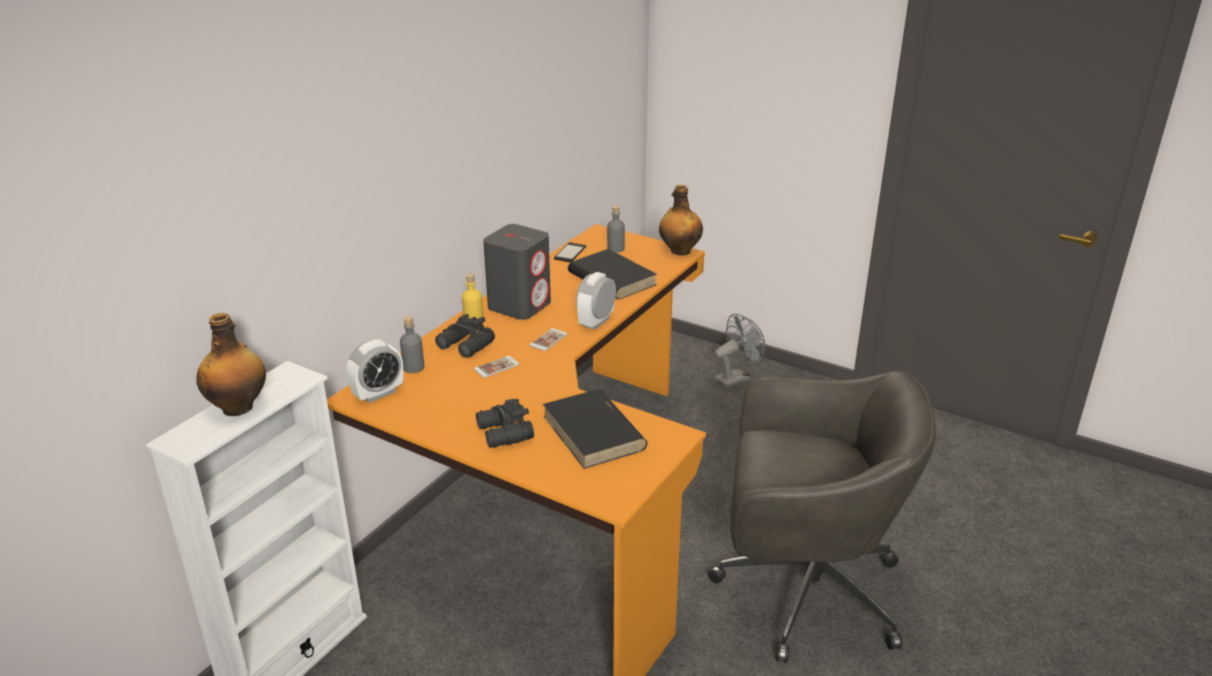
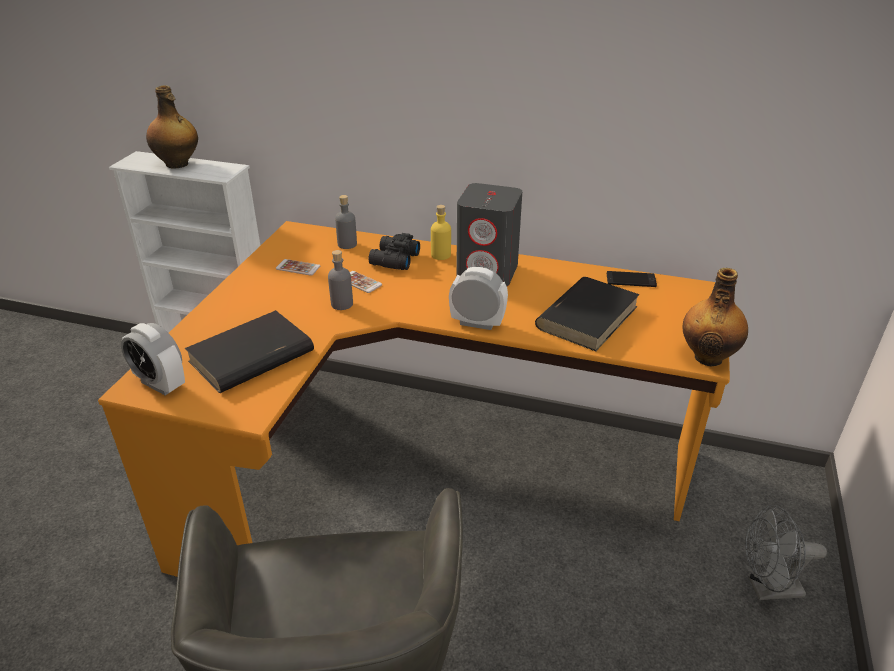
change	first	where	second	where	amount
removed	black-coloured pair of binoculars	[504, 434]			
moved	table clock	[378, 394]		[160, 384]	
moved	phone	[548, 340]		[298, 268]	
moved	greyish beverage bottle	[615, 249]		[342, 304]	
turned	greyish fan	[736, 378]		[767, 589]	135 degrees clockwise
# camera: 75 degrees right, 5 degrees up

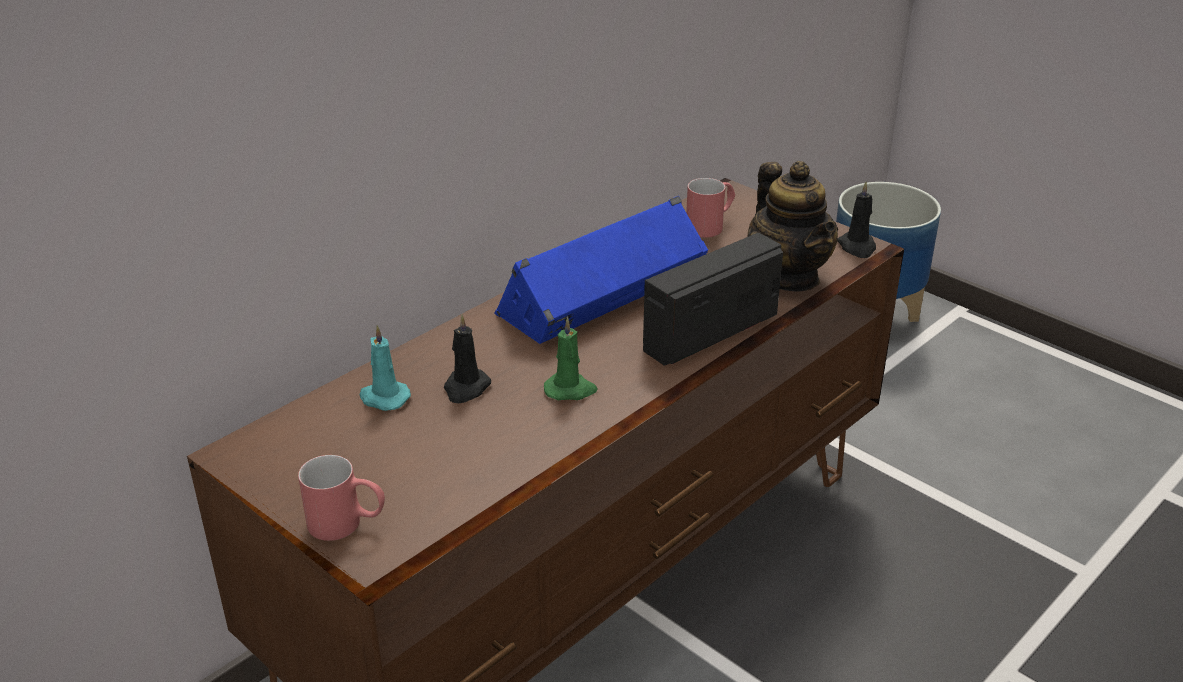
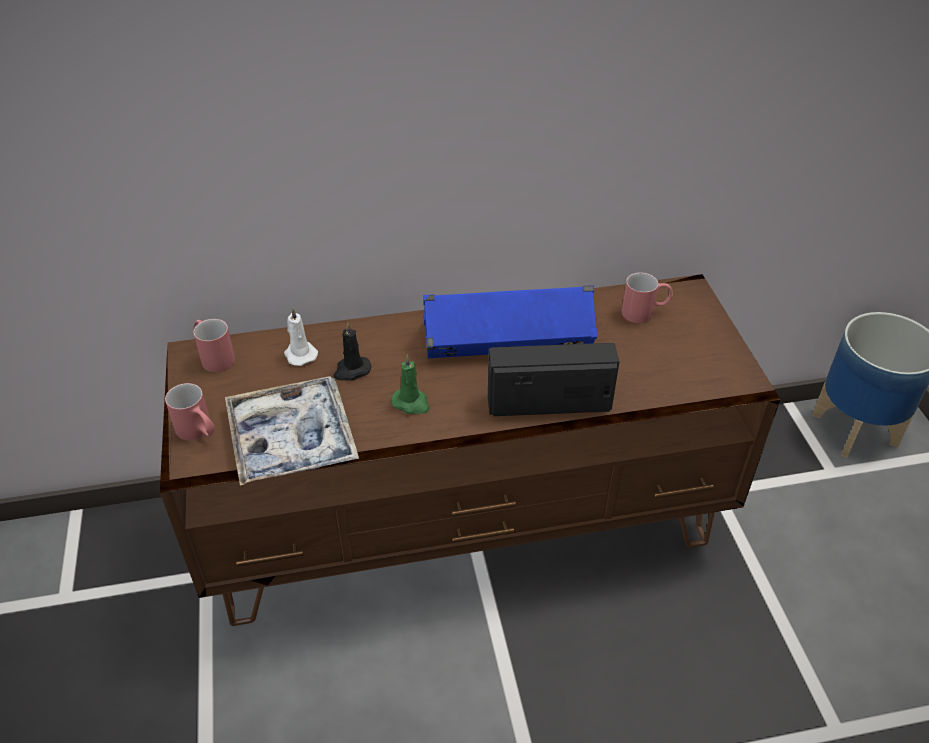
change	first	where	second	where	amount
removed	pot for tea	[788, 276]			
removed	black-coloured wax candle	[857, 247]			
added			reddish tea mug	[214, 356]	
added			carrying tray	[292, 439]	
recoloured	turquoise-coloured wax candle	[383, 398]	white-coloured wax candle	[300, 354]	
# camera: 35 degrees right, 10 degrees up

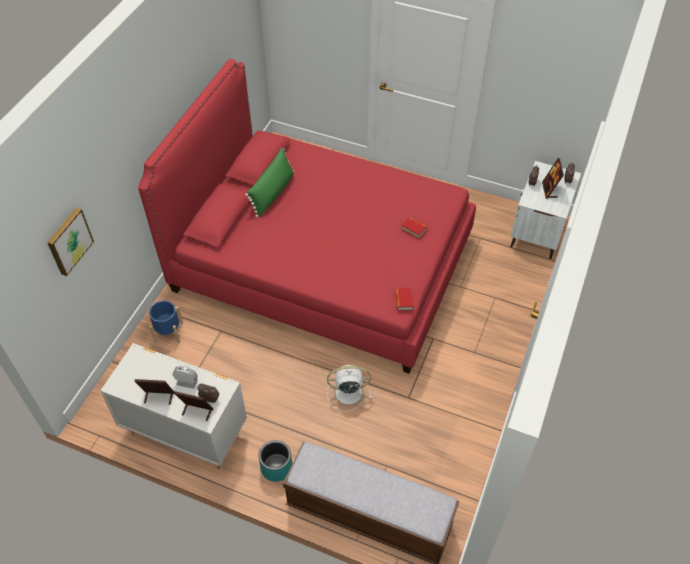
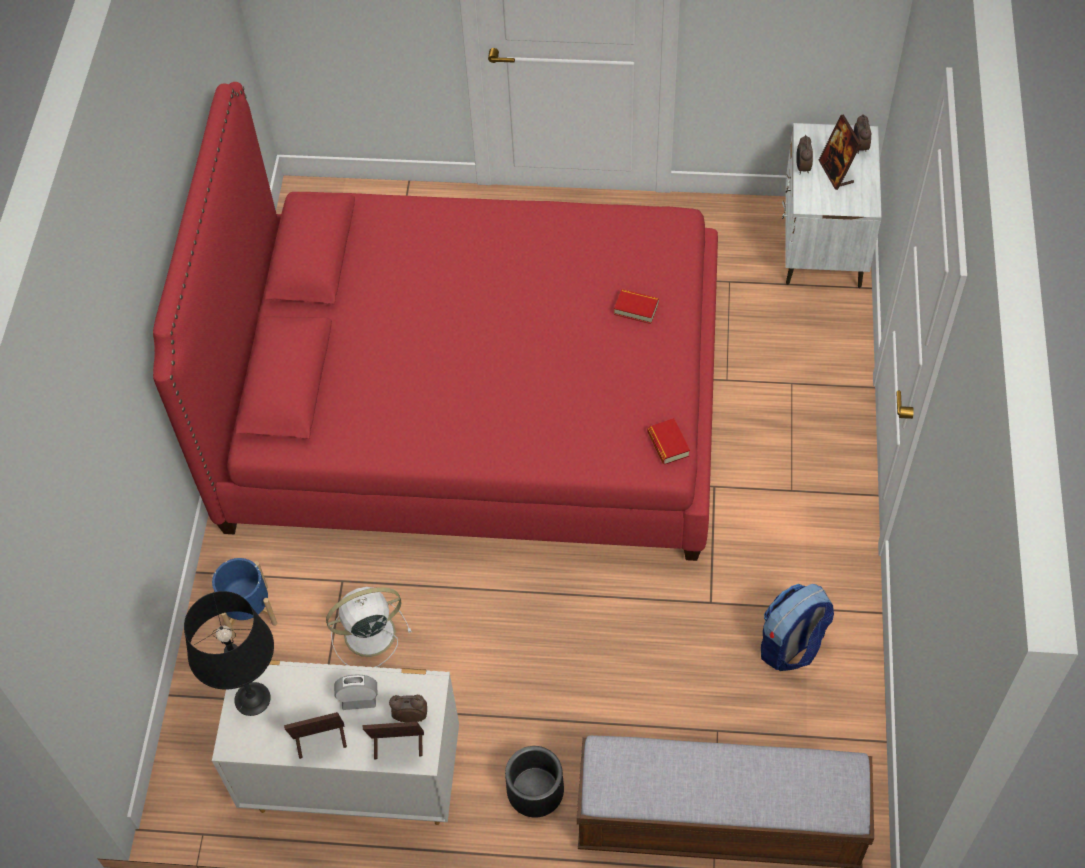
change	first	where	second	where	amount
removed	wall art	[68, 241]			
removed	green-coloured throw pillow	[273, 193]			
added			black-coloured table lamp	[252, 699]	
added			knapsack	[791, 646]	
moved	white-coloured fan	[347, 392]		[367, 634]	
recoloured	turquoise-coloured flower pot	[276, 467]	black-coloured flower pot	[535, 791]	
# camera: 15 degrees left, 5 degrees up

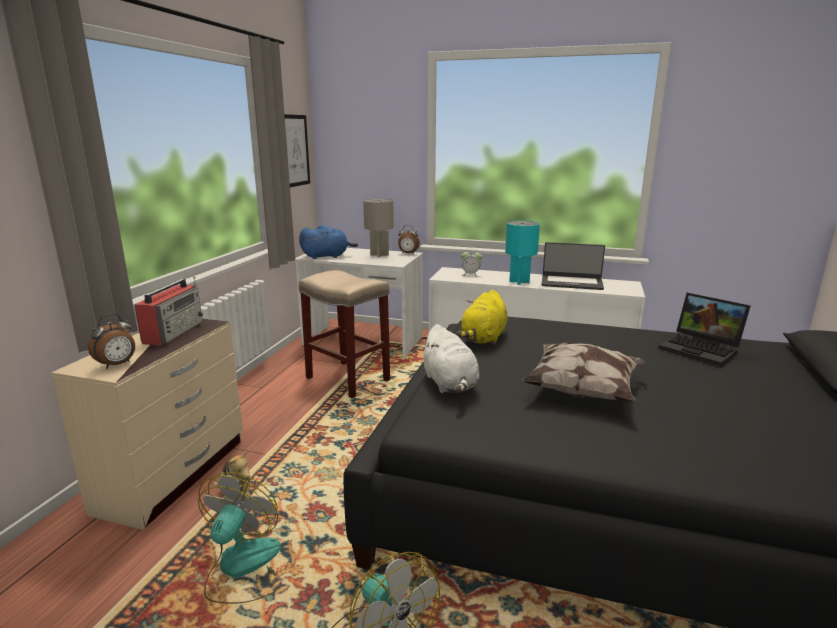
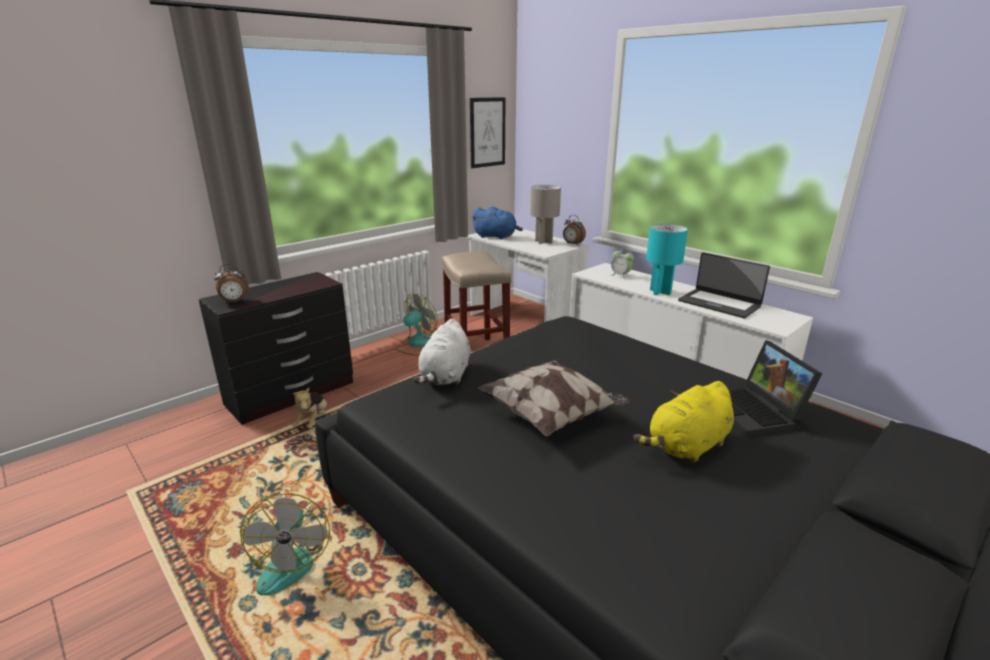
change	first	where	second	where	amount
removed	radio set	[174, 332]			
moved	fan	[242, 569]		[417, 344]	
moved	yellow cuddly toy	[483, 338]		[686, 447]	
recoloured	sand-coloured dresser	[175, 474]	black-coloured dresser	[292, 393]	
# camera: 30 degrees right, 5 degrees up

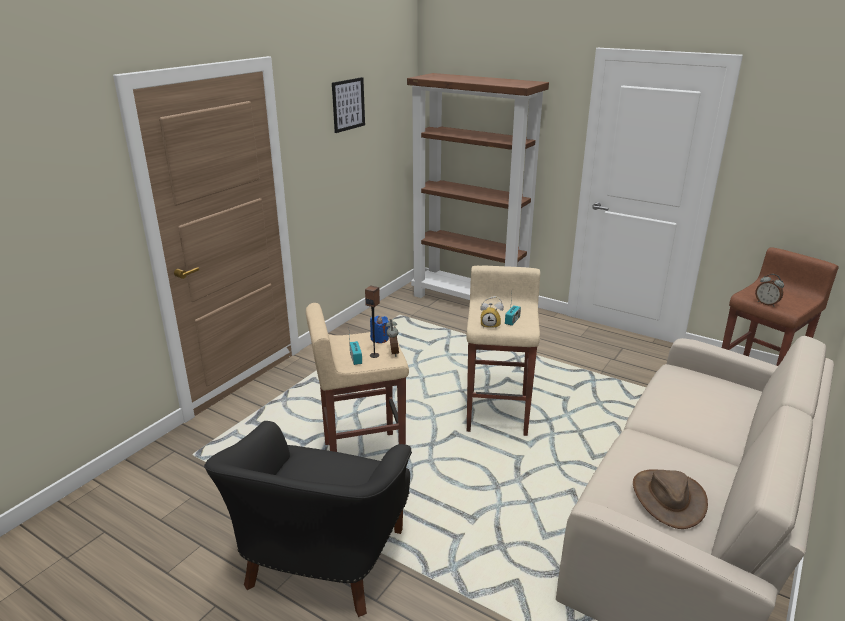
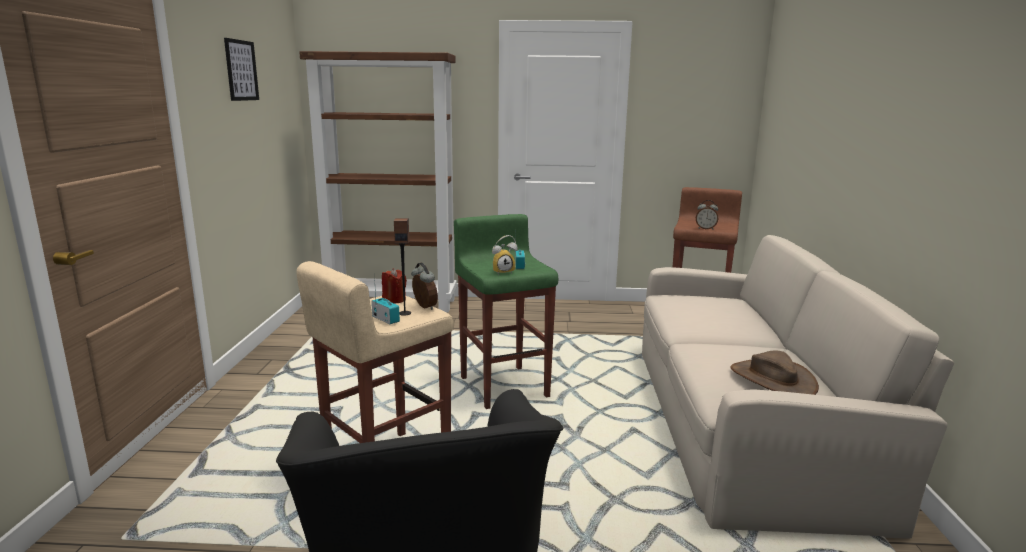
change	first	where	second	where	amount
recoloured	blue-coloured wax candle	[379, 339]	reddish wax candle	[394, 300]	
recoloured	sand-coloured sitting stool	[498, 414]	green-coloured sitting stool	[504, 386]	
# camera: 30 degrees left, 10 degrees down

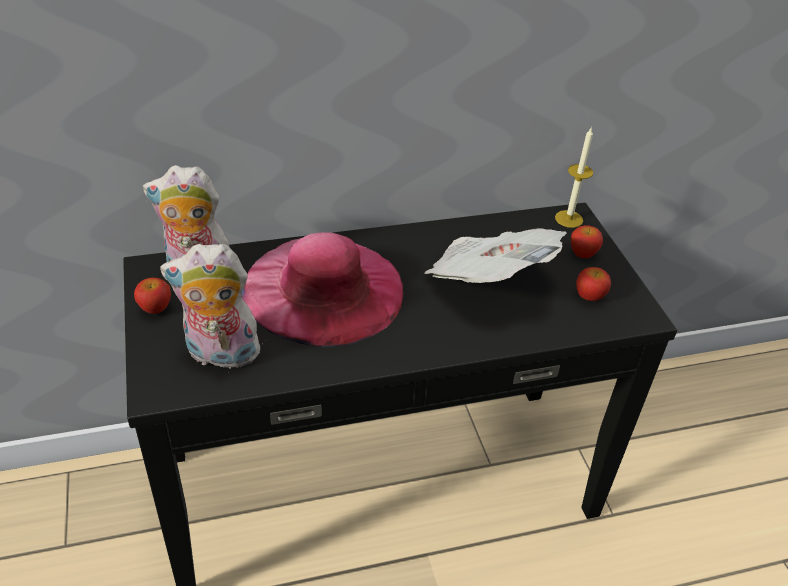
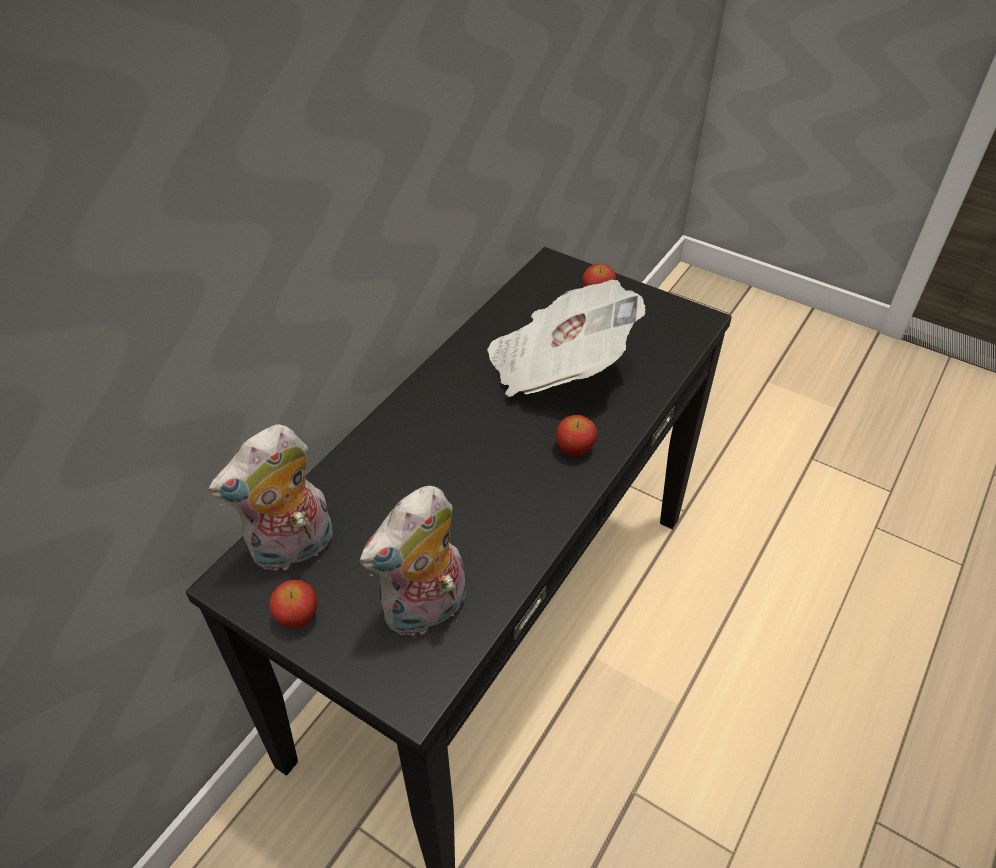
change	first	where	second	where	amount
removed	pink-coloured hat	[323, 289]			
removed	wax candle	[569, 219]			
moved	apple fruit	[590, 296]		[575, 448]	
# camera: 40 degrees left, 5 degrees up

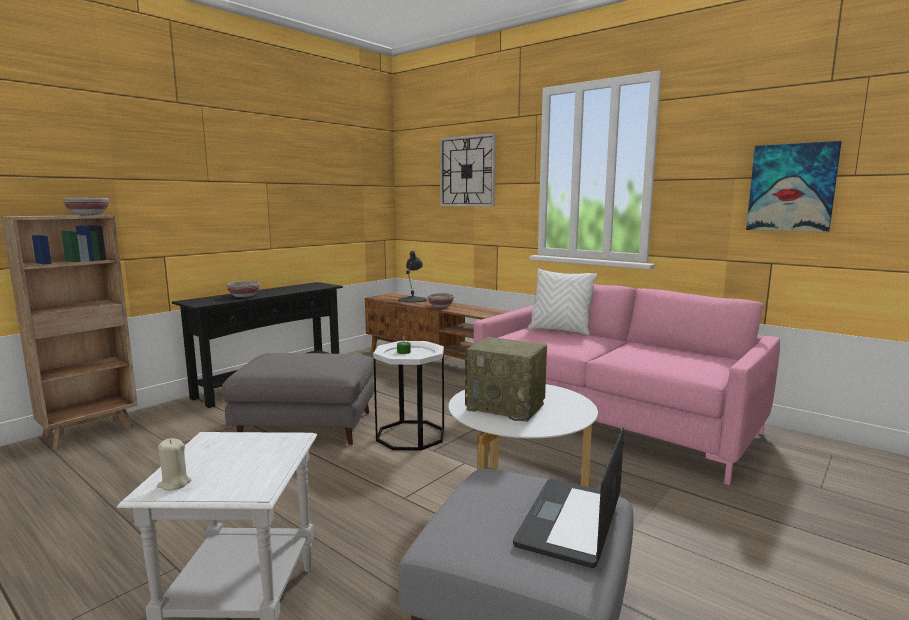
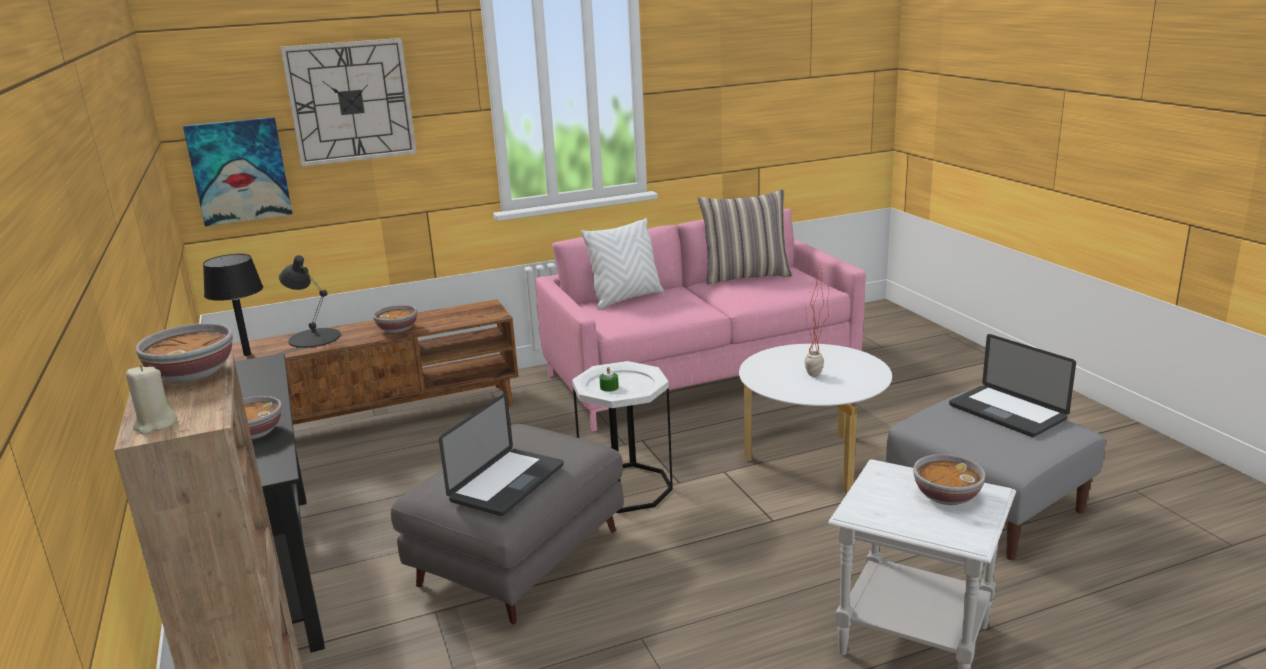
change	first	where	second	where	amount
added			black-coloured table lamp	[247, 354]	
added			laptop	[507, 483]	
added			throw pillow	[745, 276]	
added			serving bowl	[946, 496]	
moved	sand-coloured wax candle	[174, 484]		[155, 425]	
moved	wall art	[791, 188]		[239, 171]	
replaced	radio set	[507, 407]	houseplant	[814, 378]	
# camera: 60 degrees left, 10 degrees up

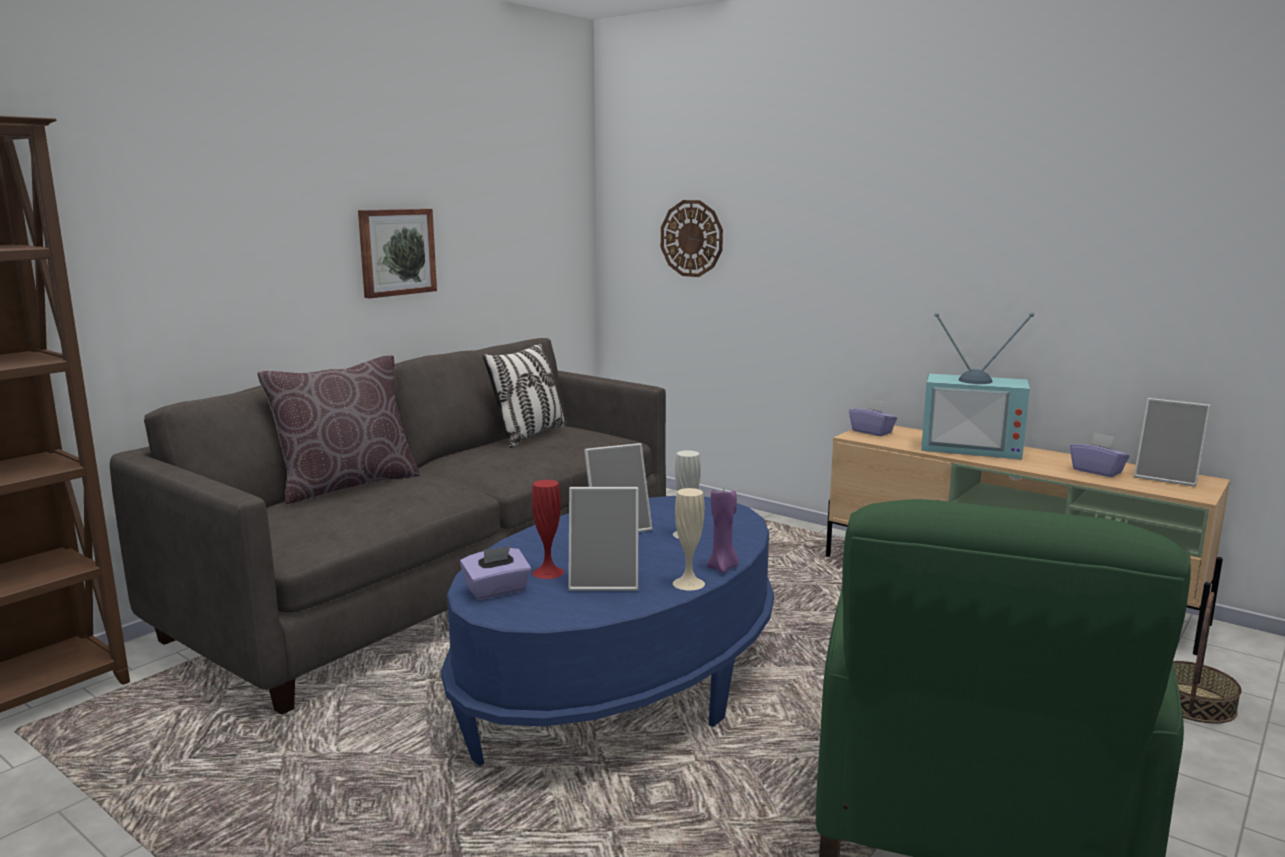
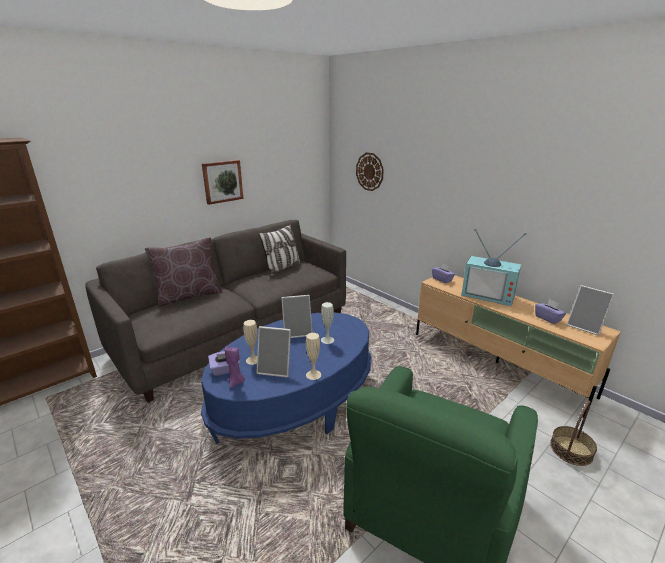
change	first	where	second	where	amount
moved	purple-coloured wax candle	[723, 568]		[236, 382]	
recoloured	reddish vase	[548, 572]	sand-coloured vase	[253, 360]	
# camera: 10 degrees right, 10 degrees up

